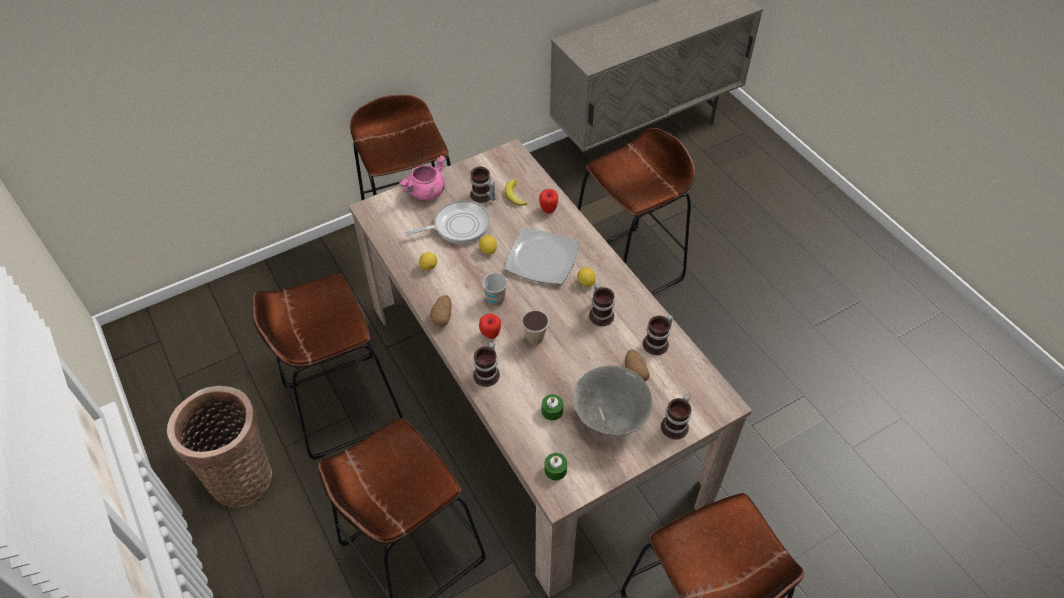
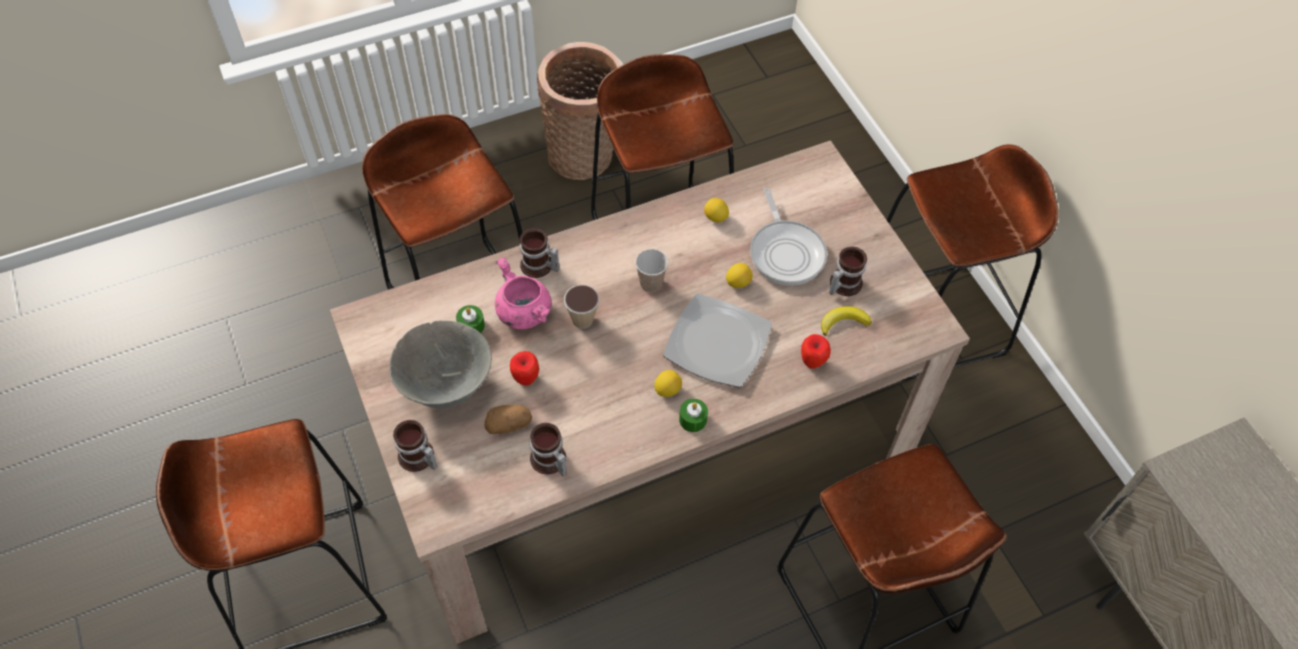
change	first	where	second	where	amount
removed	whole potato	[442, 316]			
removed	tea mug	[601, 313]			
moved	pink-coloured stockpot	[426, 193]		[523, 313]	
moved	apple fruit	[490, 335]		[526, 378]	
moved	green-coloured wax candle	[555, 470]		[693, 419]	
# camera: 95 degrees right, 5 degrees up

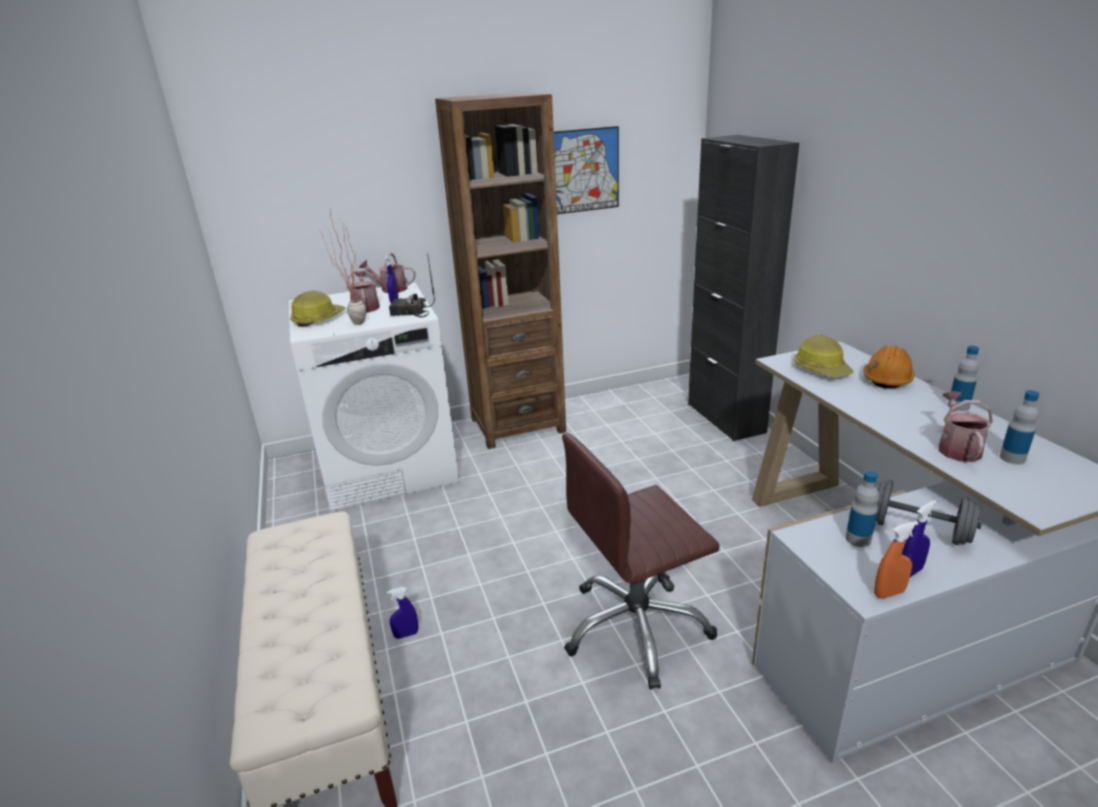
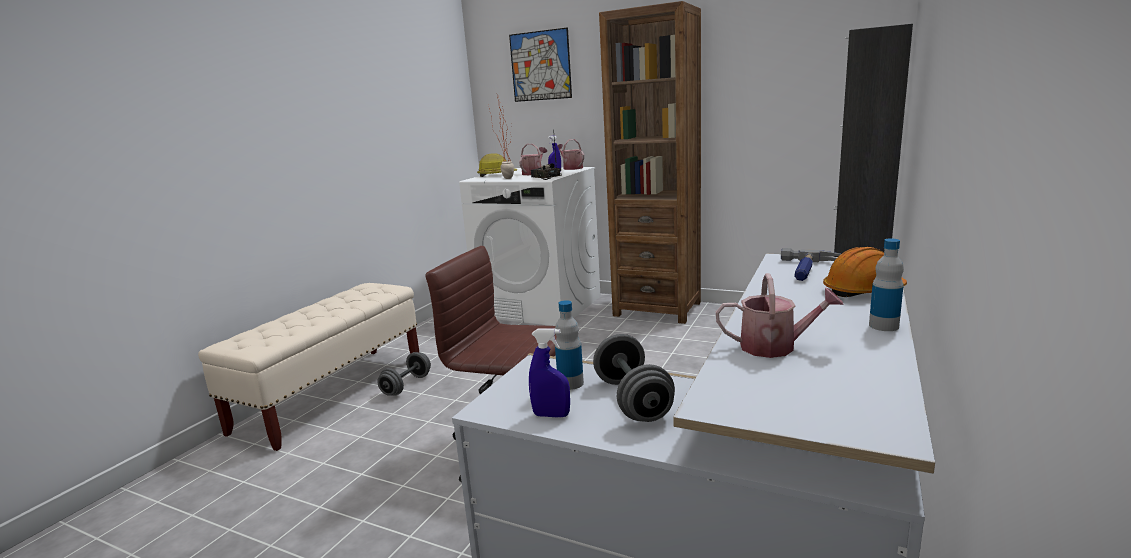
change	first	where	second	where	amount
removed	orangey spray bottle	[889, 593]			
removed	beverage bottle	[1012, 458]			
moved	wall art	[582, 171]		[540, 66]	
replaced	blue-coloured spray bottle	[406, 634]	greyish free weight	[406, 385]	
replaced	safety helmet	[822, 369]	hammer	[809, 271]	
turned	watering can	[957, 448]		[775, 347]	45 degrees clockwise
# camera: 45 degrees right, 10 degrees down

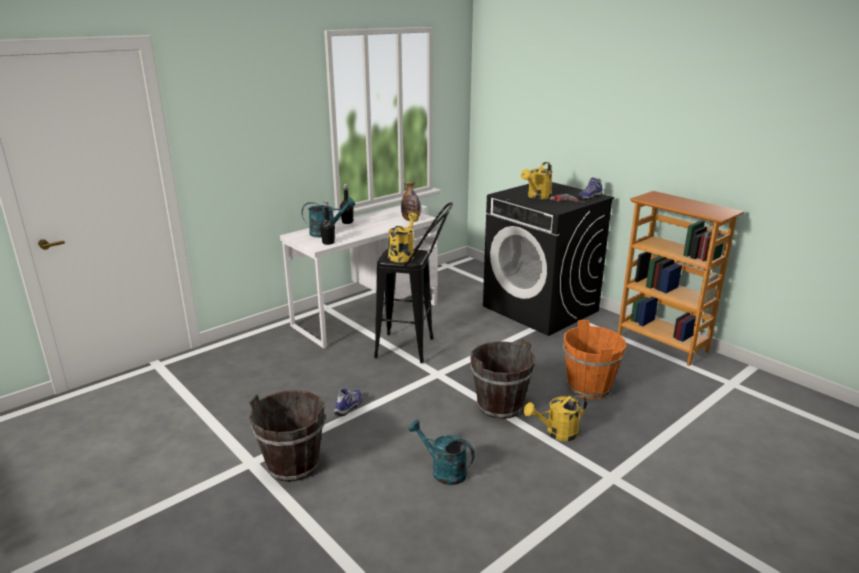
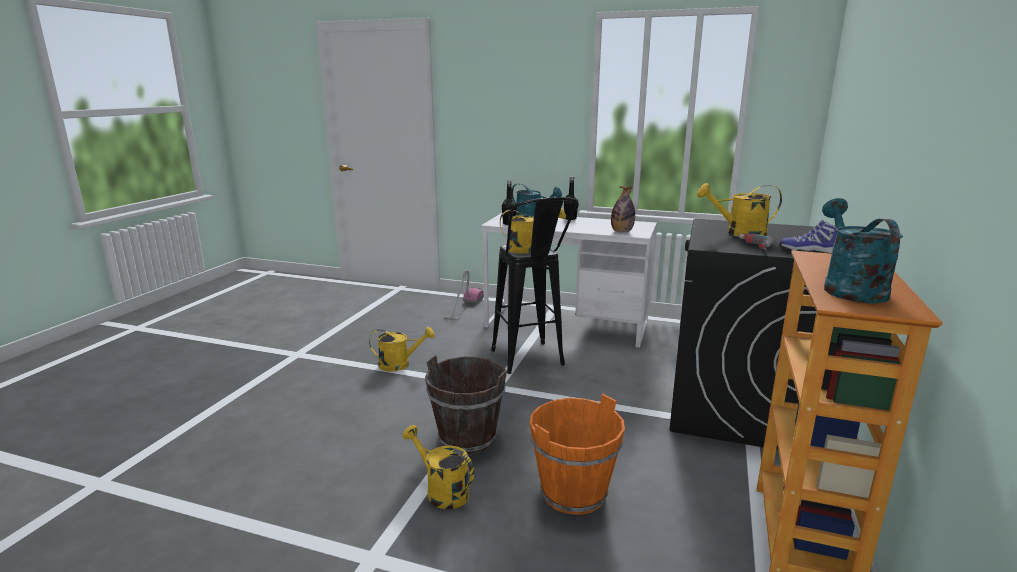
change	first	where	second	where	amount
removed	brown-coloured bucket	[293, 464]			
added			hoover	[464, 308]	
moved	turquoise-coloured watering can	[443, 471]		[849, 288]	
replaced	item of footwear	[349, 407]	yellow watering can	[400, 364]	
# camera: 60 degrees right, 5 degrees down

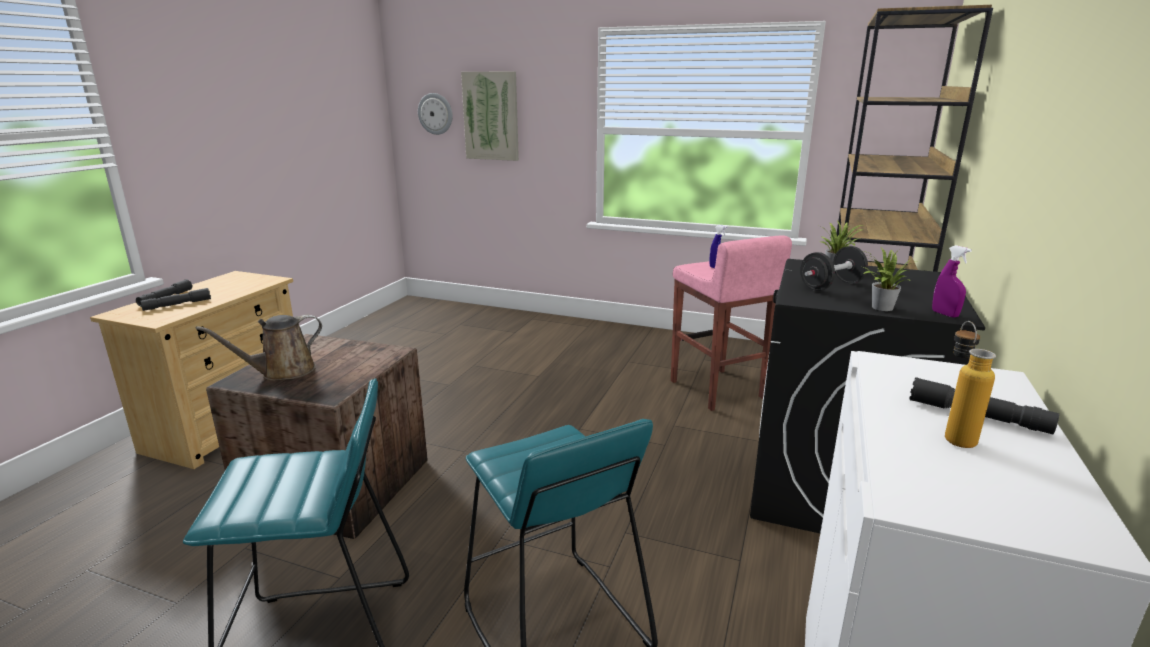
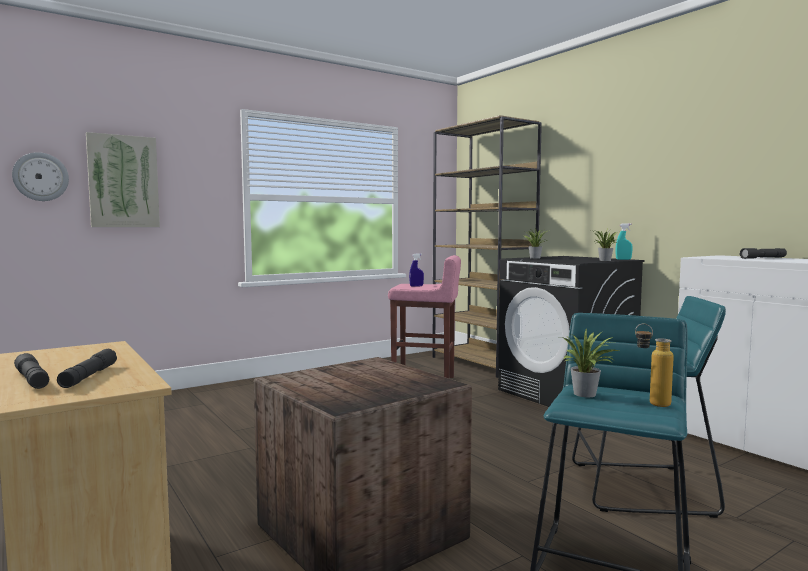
change	first	where	second	where	amount
removed	brown-coloured watering can	[282, 372]			
removed	black-coloured free weight	[831, 286]			
added			houseplant	[586, 395]	
moved	beverage bottle	[953, 435]		[651, 403]	
recoloured	purple-coloured spray bottle	[944, 314]	turquoise-coloured spray bottle	[623, 259]	
# camera: 55 degrees left, 15 degrees down

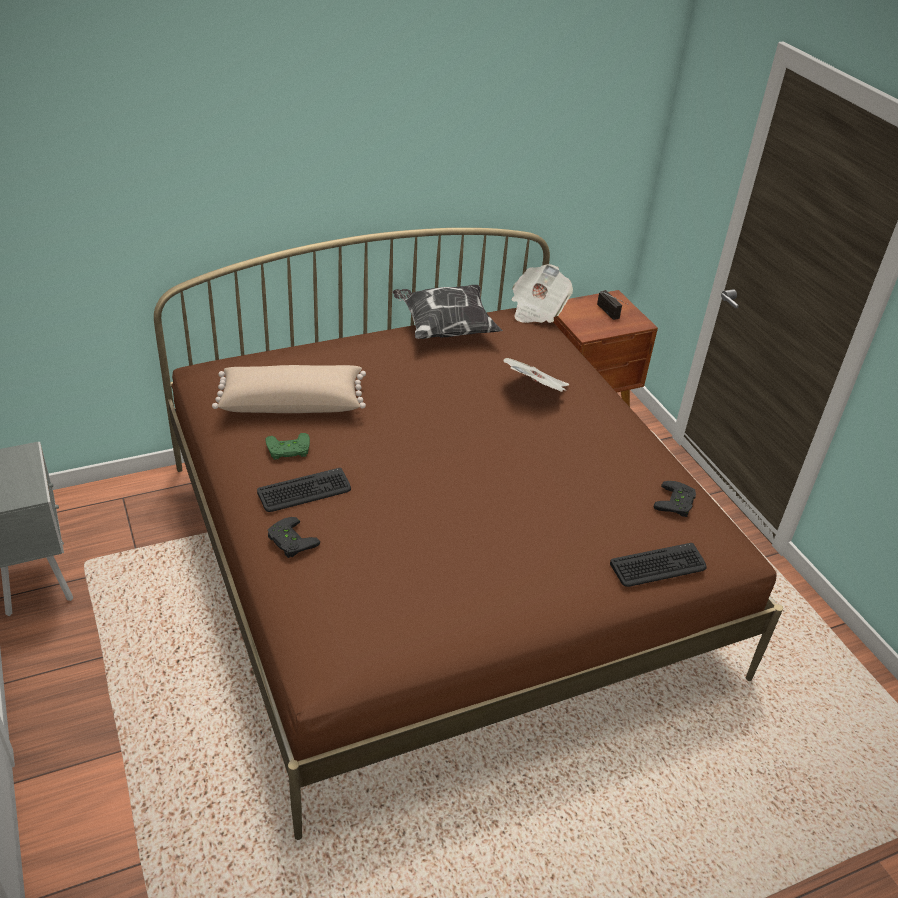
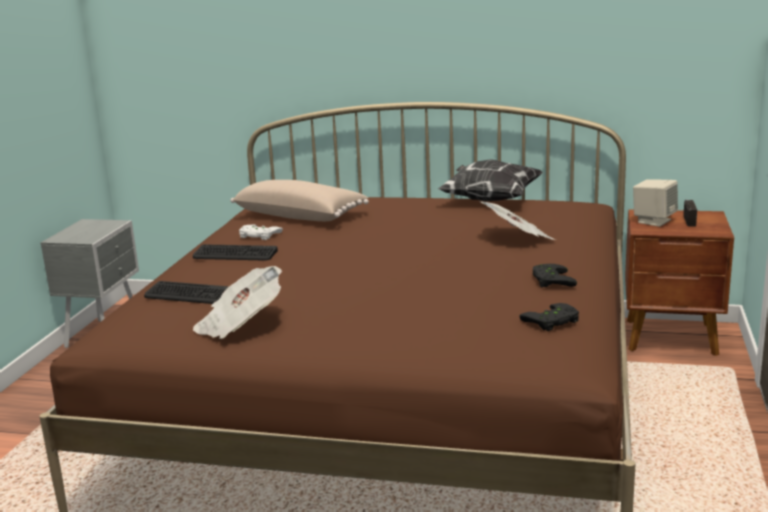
change	first	where	second	where	amount
added			sand-coloured speaker	[654, 221]	
moved	black-coloured game controller	[289, 541]		[549, 280]	
moved	daily paper	[537, 309]		[240, 325]	
moved	computer keyboard	[658, 566]		[190, 295]	
recoloured	green-coloured game controller	[288, 450]	white-coloured game controller	[258, 235]	
# camera: 40 degrees right, 20 degrees down

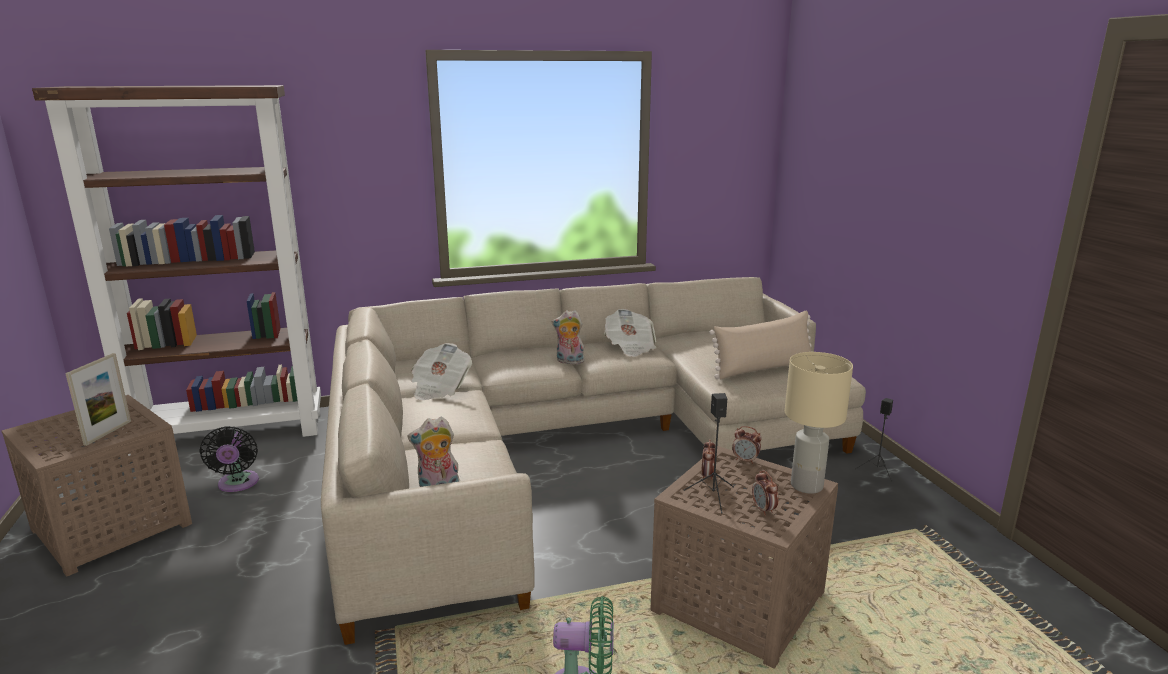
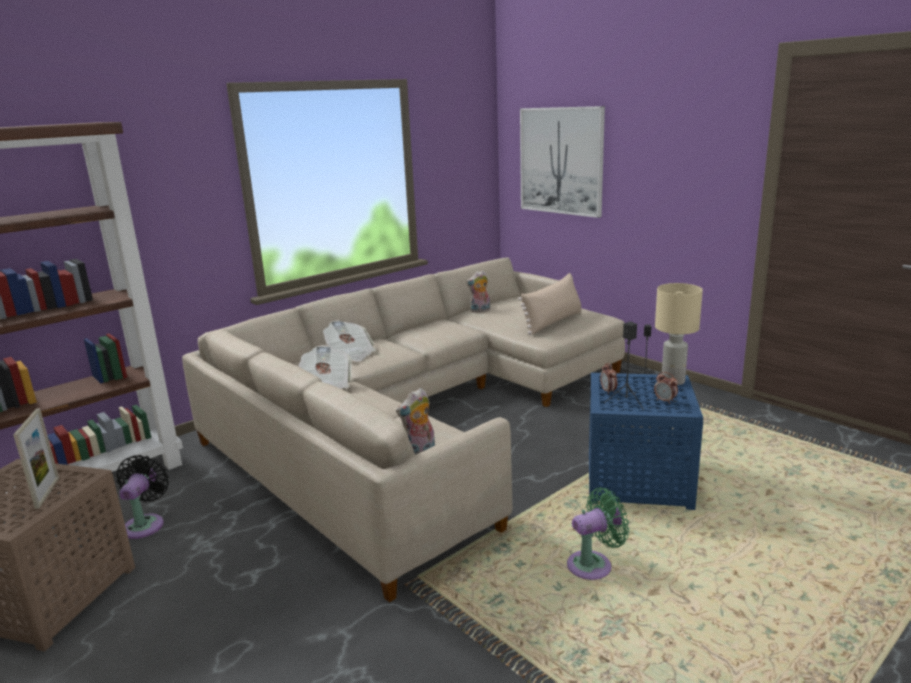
change	first	where	second	where	amount
removed	table clock	[745, 460]			
added			wall art	[561, 161]	
moved	cuddly toy	[569, 362]		[480, 311]	
moved	daily paper	[630, 347]		[350, 353]	
recoloured	brown-coloured end table	[741, 602]	blue-coloured end table	[639, 480]	
turned	black-coloured fan	[237, 484]		[145, 524]	135 degrees counterclockwise
# camera: 25 degrees left, 0 degrees up

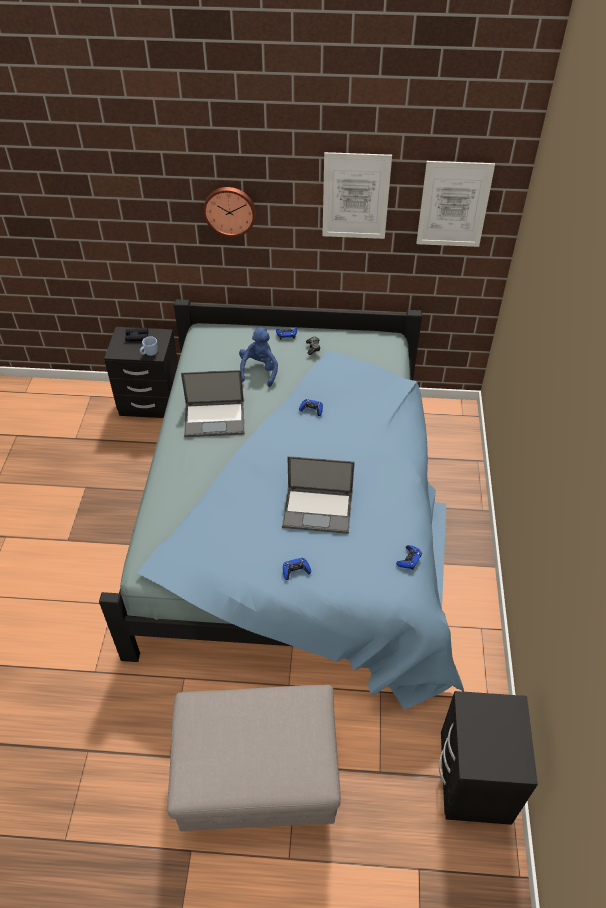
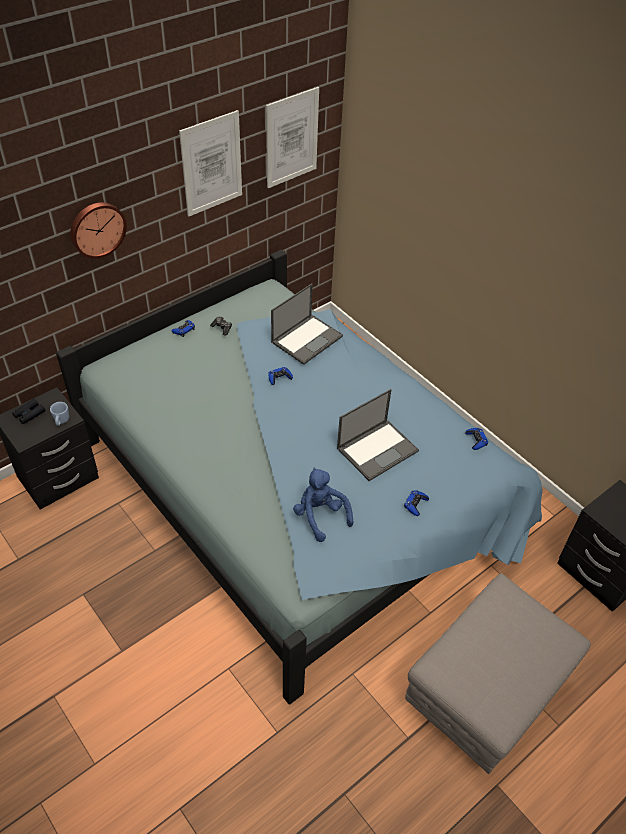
change	first	where	second	where	amount
moved	laptop	[215, 418]		[307, 339]	
moved	blue-coloured cuddly toy	[259, 371]		[320, 516]	
# camera: 45 degrees left, 0 degrees up

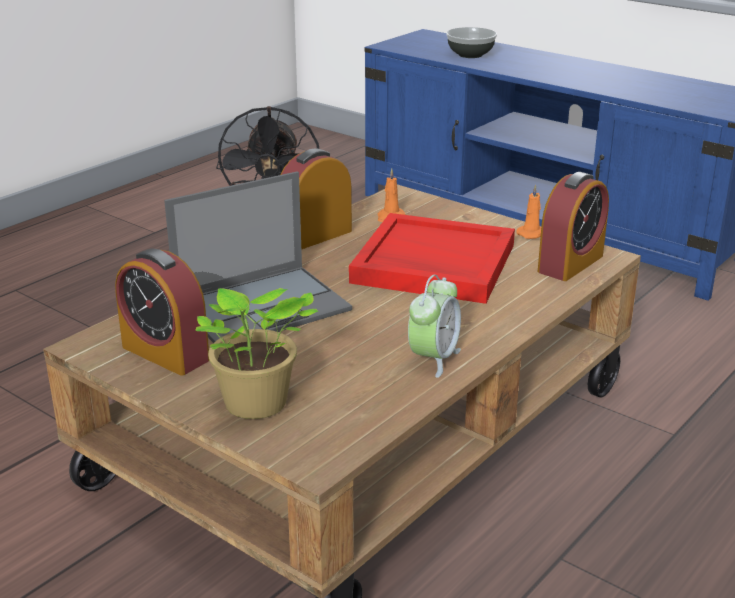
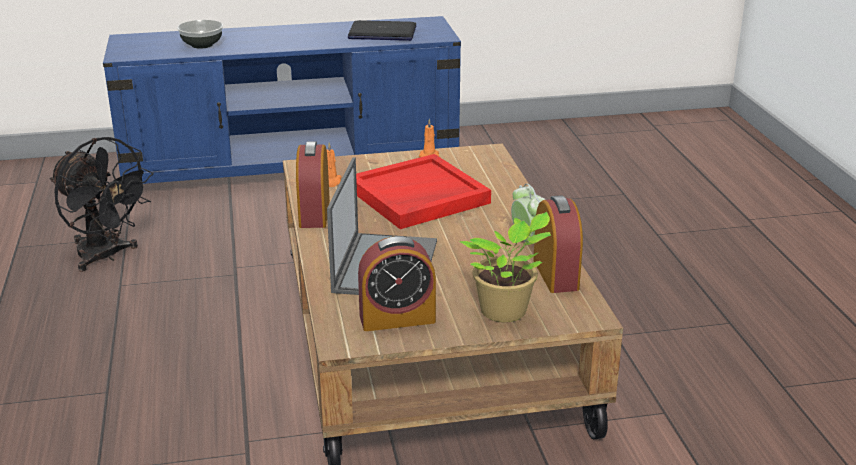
change	first	where	second	where	amount
added			laptop	[382, 33]	
moved	table clock	[570, 263]		[555, 274]	
# camera: 50 degrees left, 0 degrees up

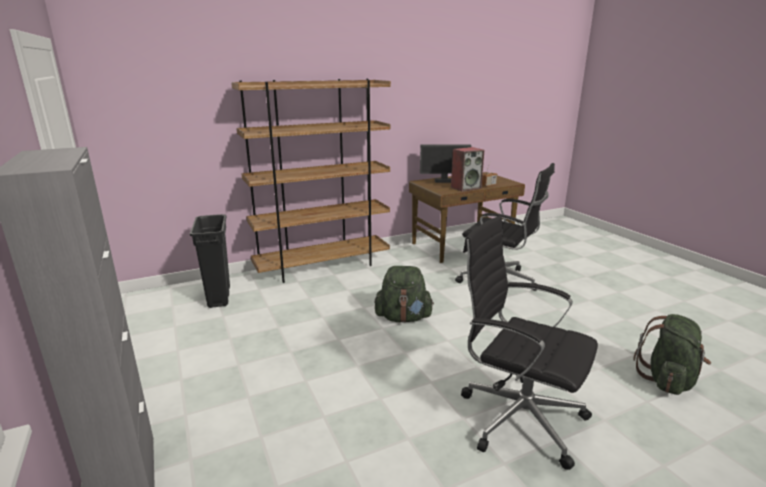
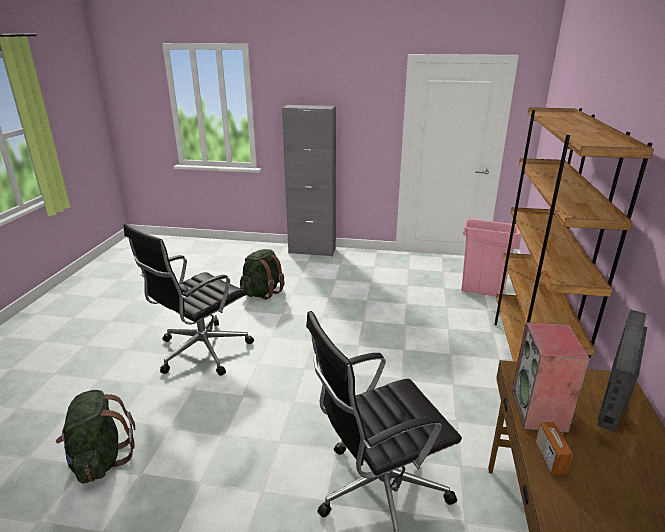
change	first	where	second	where	amount
moved	green-coloured knapsack	[403, 318]		[263, 292]	
recoloured	black-coloured waste bin	[219, 297]	pink-coloured waste bin	[482, 291]	
turned	black-coloured office chair	[518, 417]		[201, 351]	150 degrees clockwise
# camera: 125 degrees right, 5 degrees up

